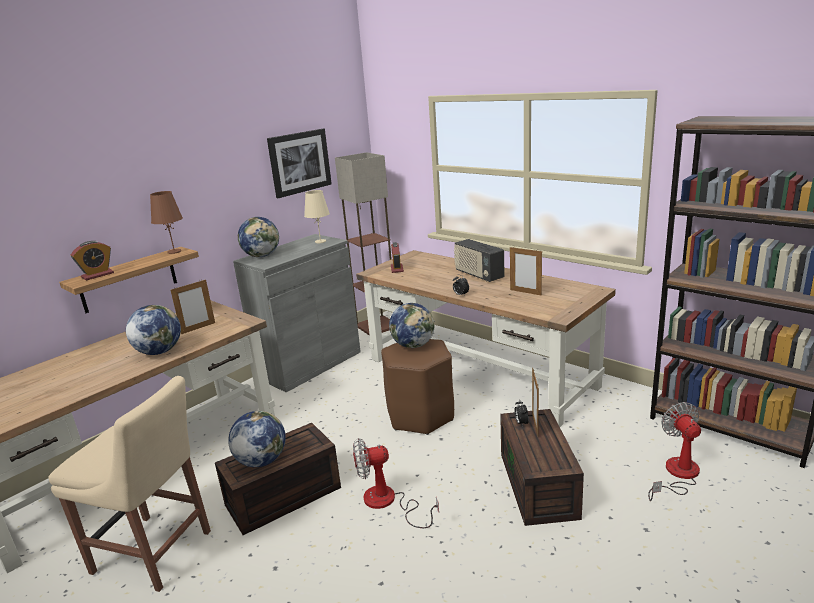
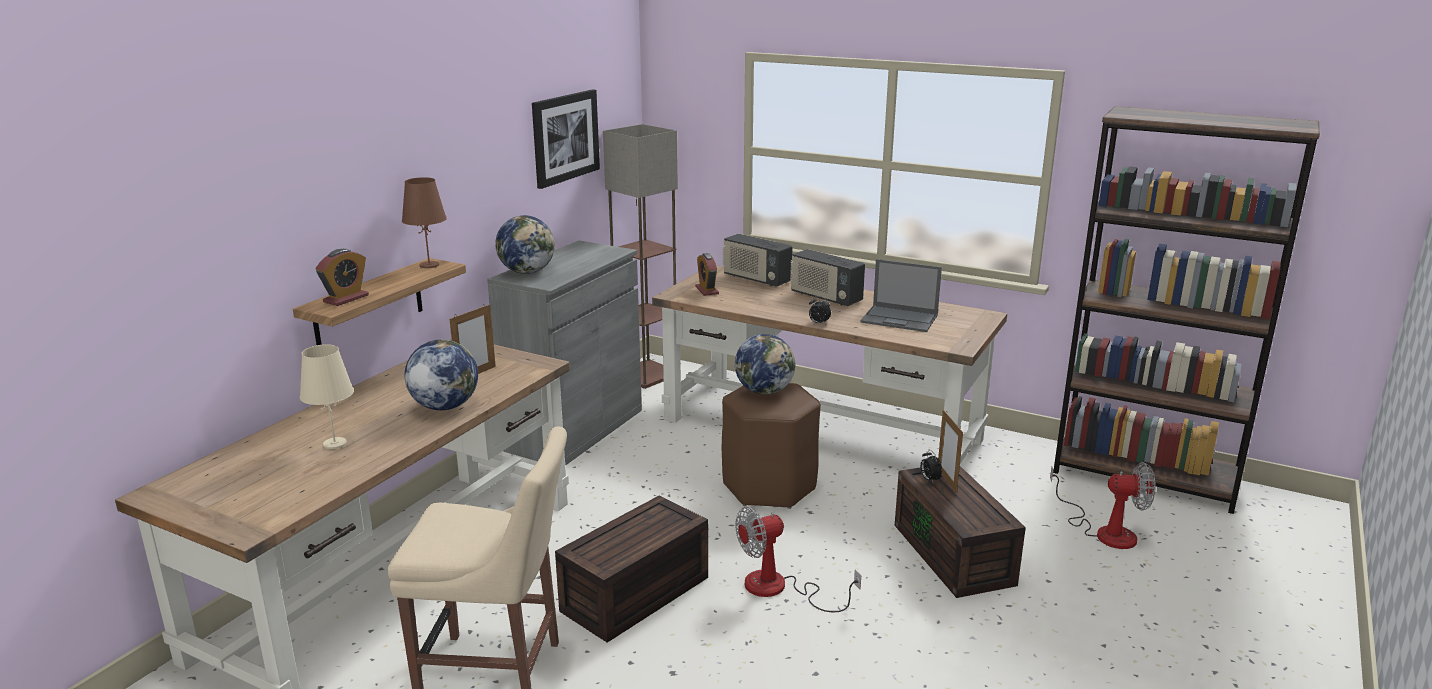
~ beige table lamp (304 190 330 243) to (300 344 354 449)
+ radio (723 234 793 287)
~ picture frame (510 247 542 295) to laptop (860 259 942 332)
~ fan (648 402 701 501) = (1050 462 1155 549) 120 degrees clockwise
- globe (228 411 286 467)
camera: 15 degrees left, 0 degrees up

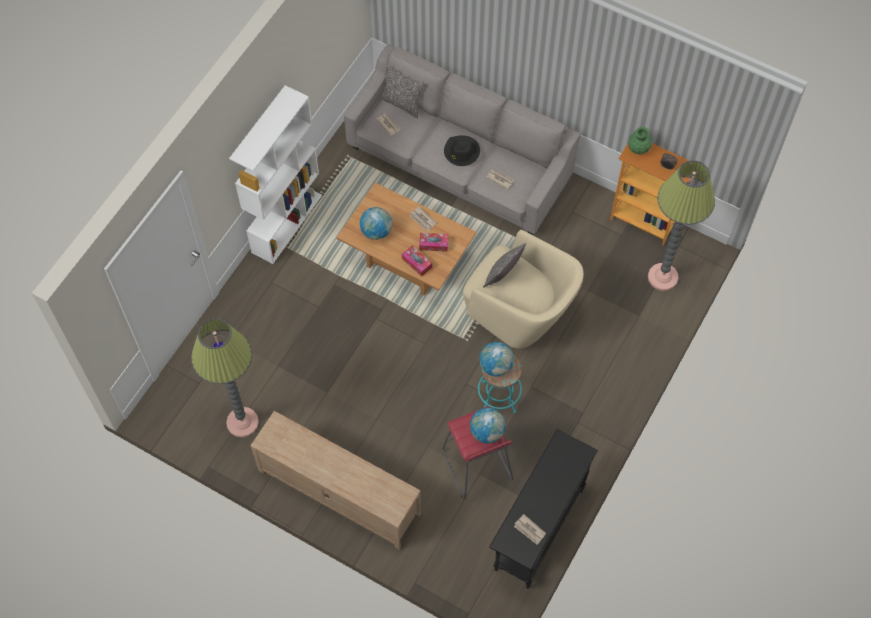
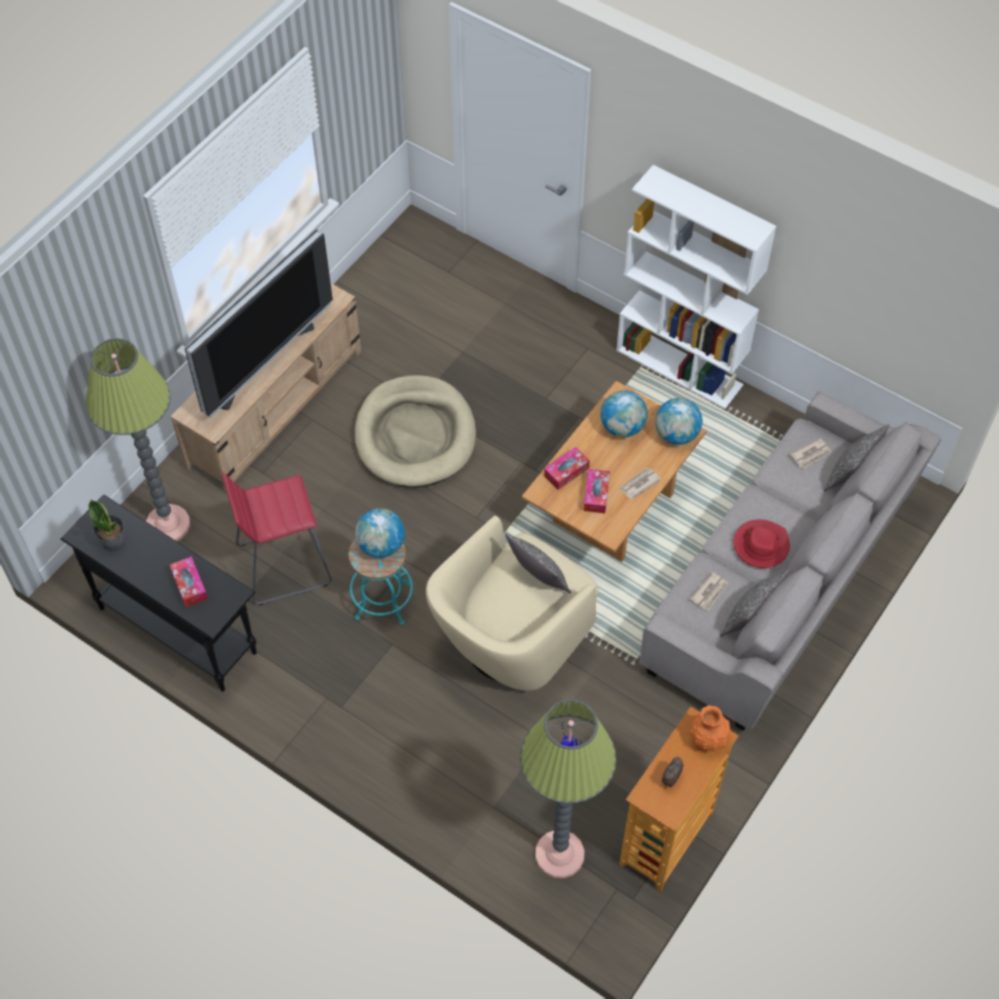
~ floor lamp (191 319 259 438) to (85 338 190 541)
~ newspaper (514 514 546 545) to potted plant (88 500 124 551)
+ tissue box (170 556 208 607)
+ television (185 230 333 418)
+ beige dog bed (355 375 476 487)
~ globe (470 408 506 443) to (655 398 703 445)
~ green vase (628 126 652 154) to orange vase (690 705 731 751)
+ pillow (720 569 790 637)
~ black hat (444 135 480 166) to red hat (733 519 790 568)
camera: 95 degrees right, 5 degrees down

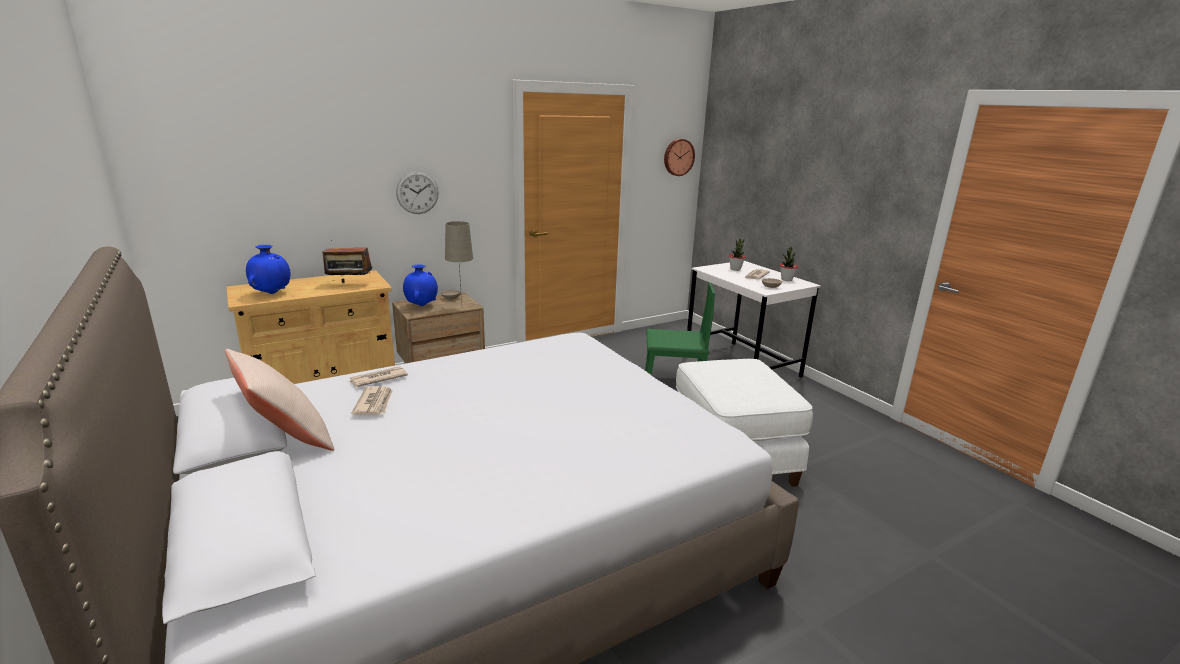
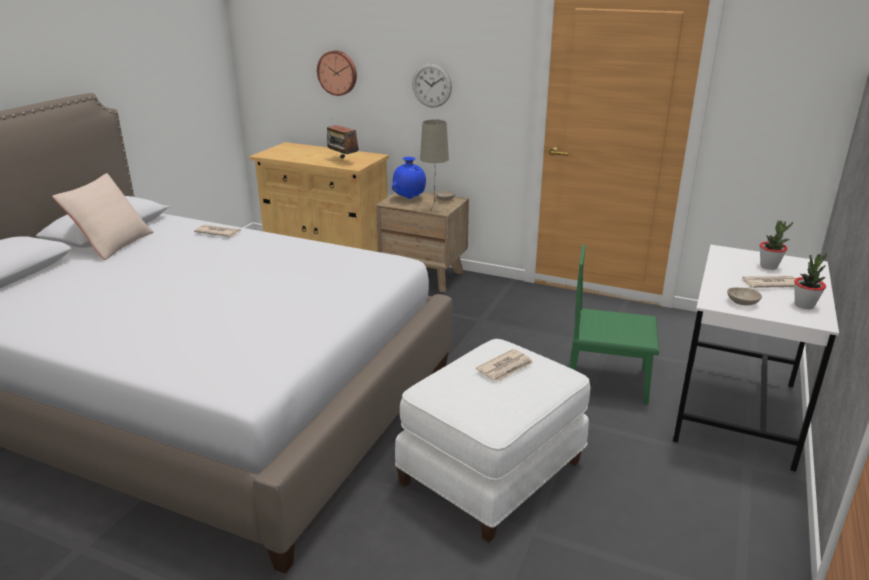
~ wall clock (664 139 695 176) to (317 51 357 96)
~ newspaper (351 386 393 415) to (476 349 533 382)
~ green chair (645 282 715 375) = (570 244 659 405) 135 degrees clockwise
- blue vase (246 245 290 294)
camera: 55 degrees right, 5 degrees up

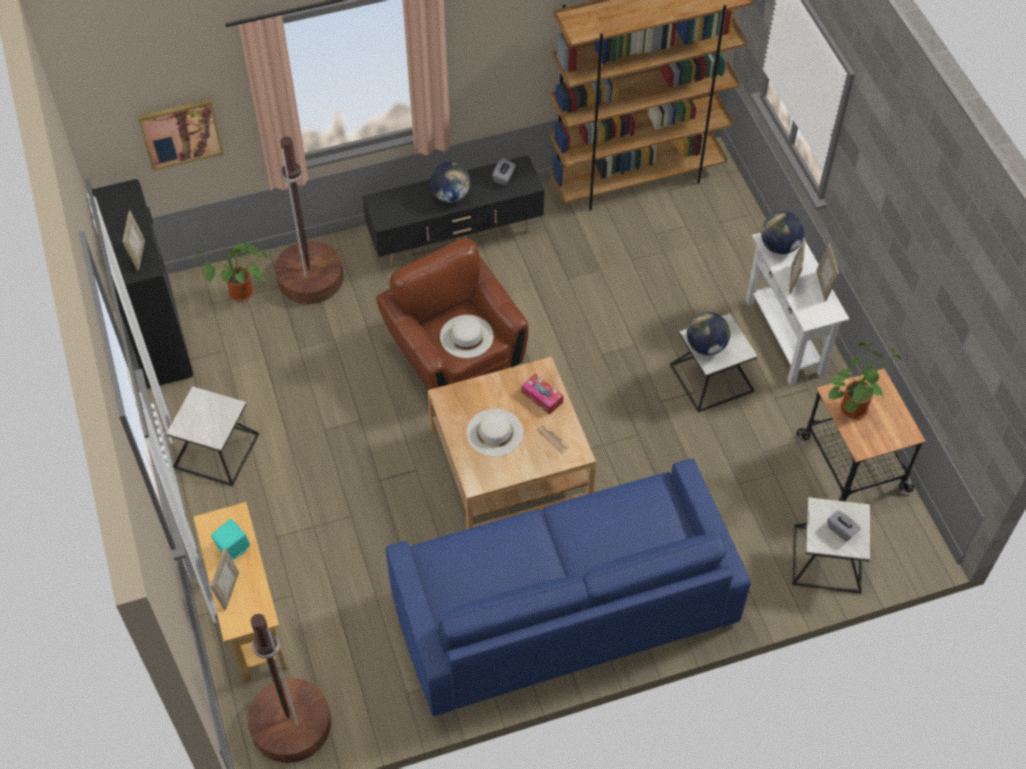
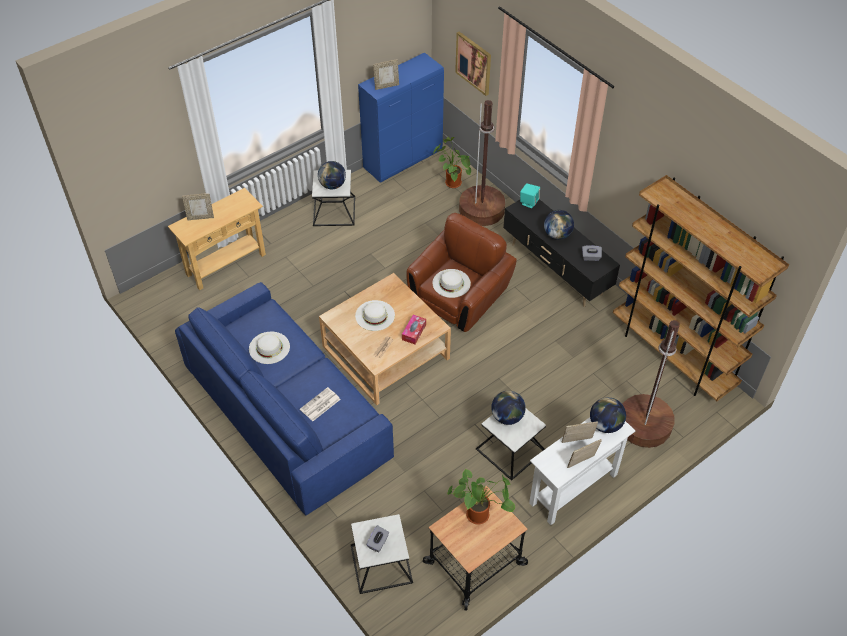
+ white hat (249 332 290 364)
+ newspaper (300 387 341 421)
+ globe (318 161 346 189)
~ black cabinet (92 179 193 389) to blue cabinet (358 52 444 183)
~ turquoise speaker (211 519 250 560) to (520 183 540 209)
~ brown floor lamp (247 614 331 763) to (622 320 680 448)
camera: 70 degrees right, 5 degrees down

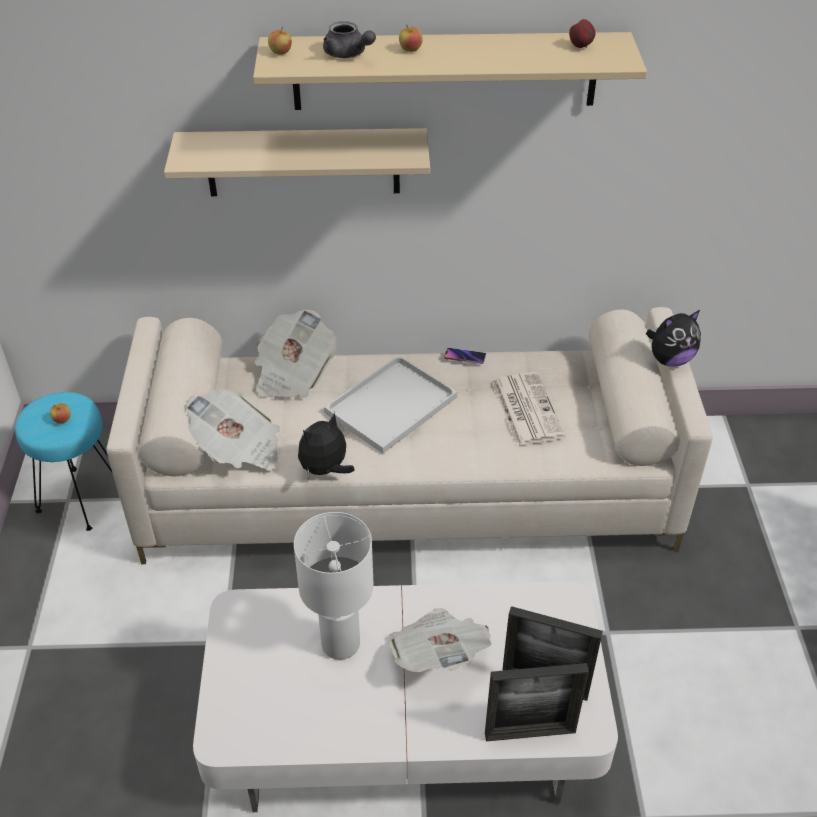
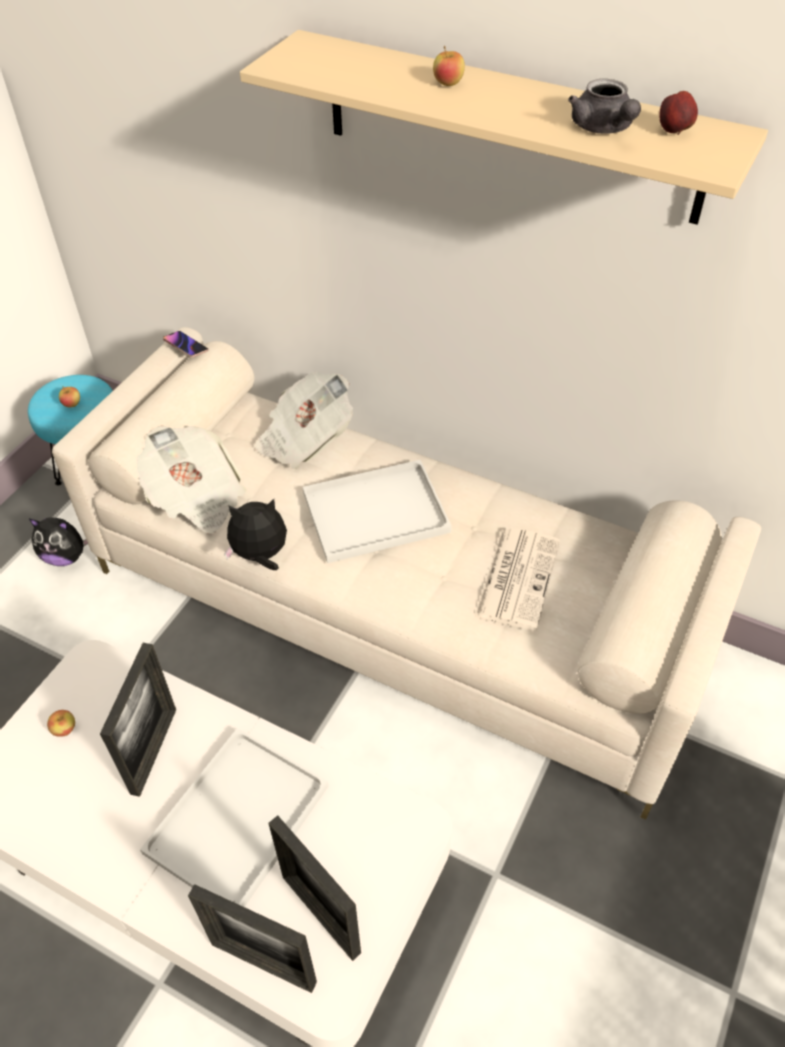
~ plush toy (646 310 701 367) to (28 518 88 566)
~ apple (268 26 292 55) to (47 710 75 737)
~ white table lamp (294 512 374 660) to picture frame (100 643 176 797)
~ newspaper (390 608 492 672) to white tray (140 728 329 907)
~ phone (444 348 486 364) to (163 331 208 357)
~ grey teapot (323 21 376 58) to (568 79 641 134)
- beige shelf (164 128 430 196)
camera: 30 degrees right, 5 degrees up

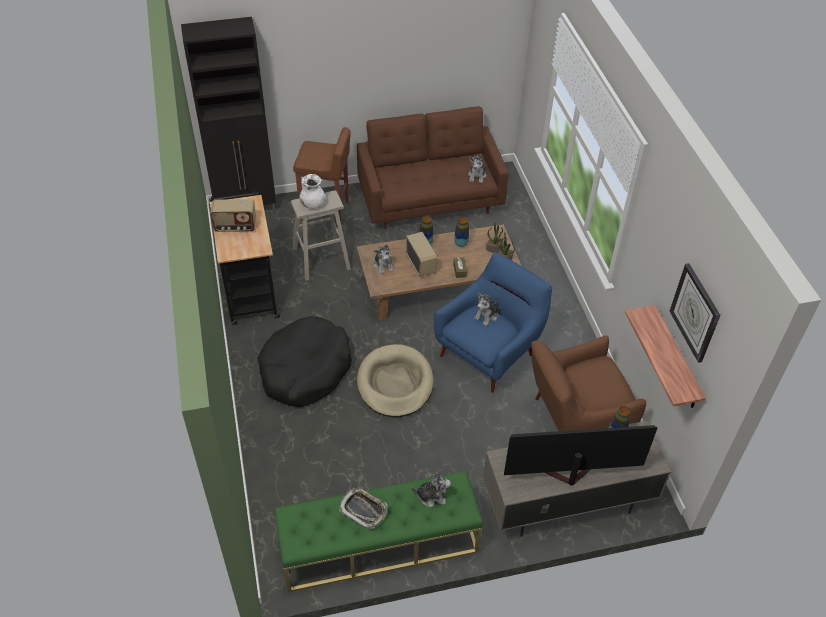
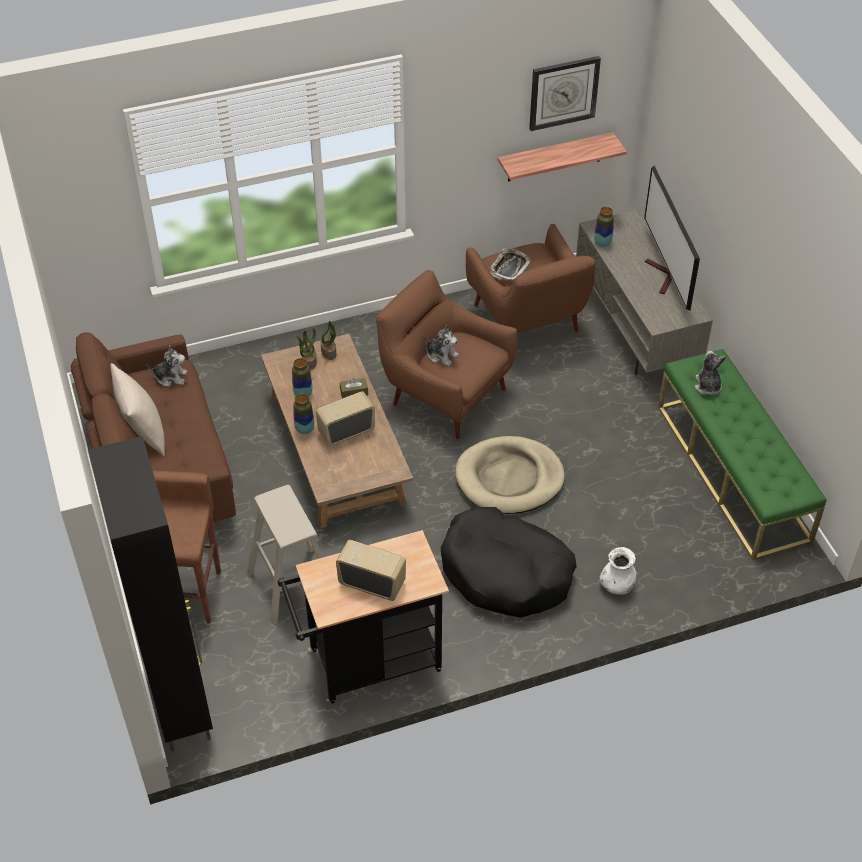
+ beige pillow (111 363 165 456)
~ radio (210 199 256 232) = (336 540 406 601) 60 degrees counterclockwise
~ blue armchair (434 252 552 393) to brown armchair (376 270 517 439)
~ tray (339 488 387 529) to (489 249 531 280)
~ white vase (299 174 326 209) to (600 547 636 595)
- plush toy (373 244 394 275)
camera: 95 degrees left, 0 degrees up

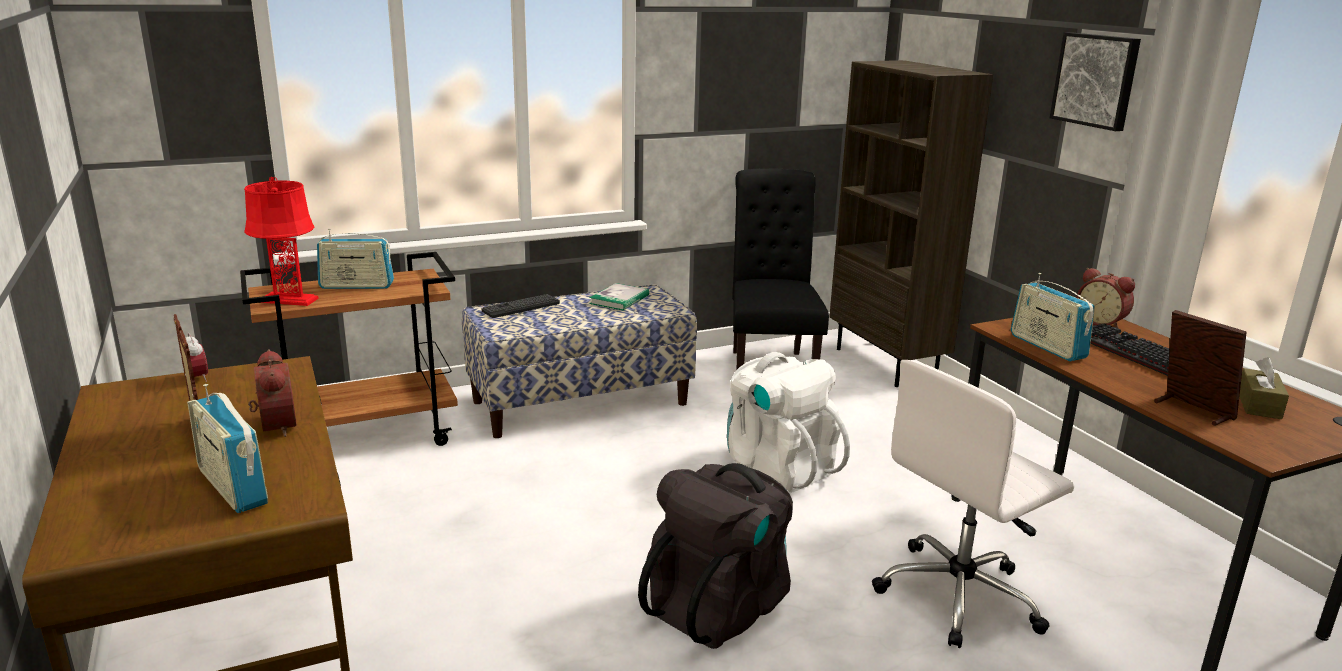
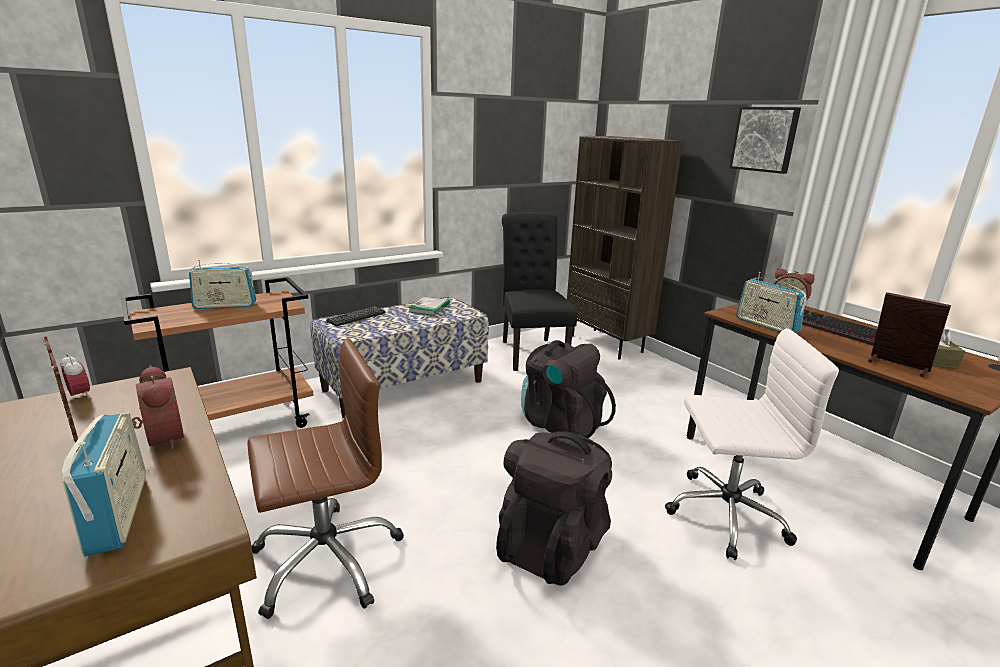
~ radio (187 384 268 513) = (62 412 146 557) 150 degrees counterclockwise
+ brown office chair (247 338 404 619)
~ white backpack (727 352 850 492) to black backpack (521 340 616 438)
~ white office chair (872 360 1074 648) = (665 328 839 560) 135 degrees counterclockwise
- red table lamp (244 177 319 306)
camera: 10 degrees left, 0 degrees up

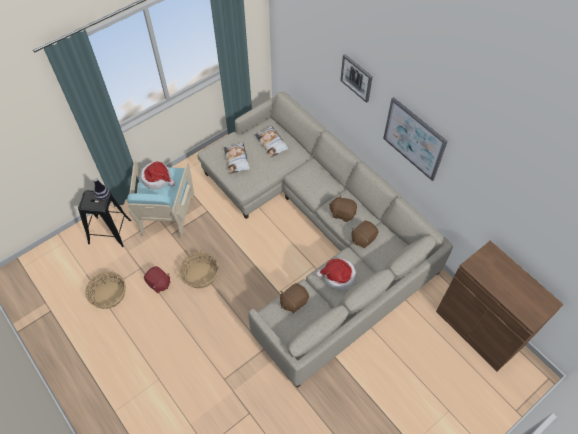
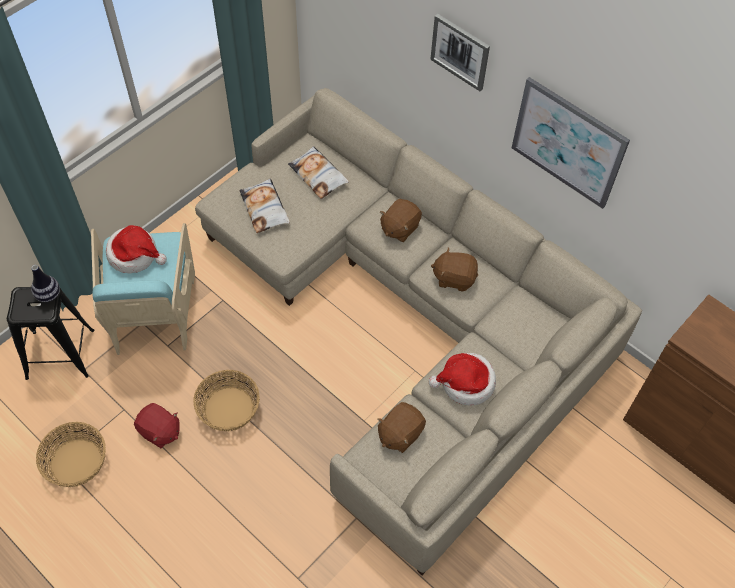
~ brown plush toy (351 220 378 249) to (380 199 422 242)
camera: 10 degrees left, 0 degrees up

